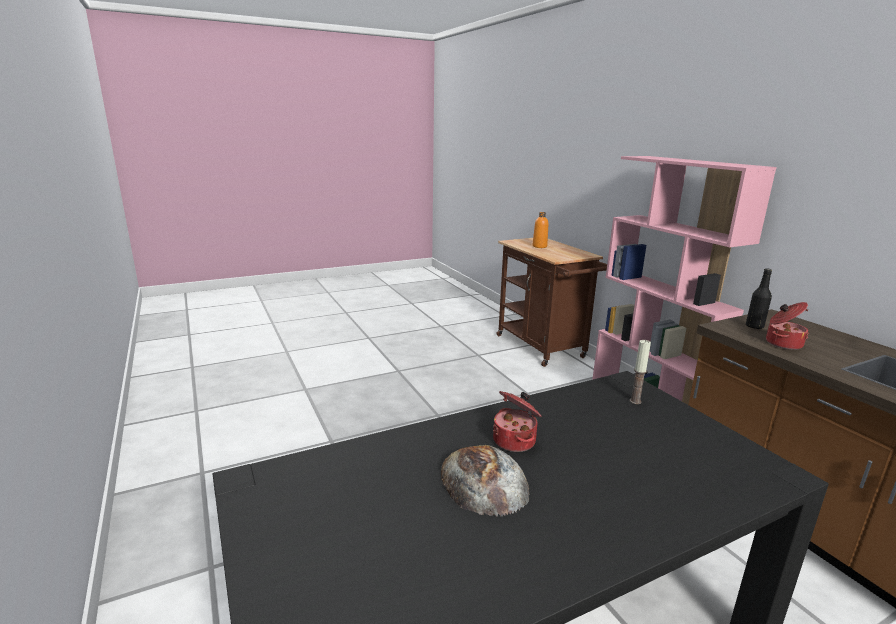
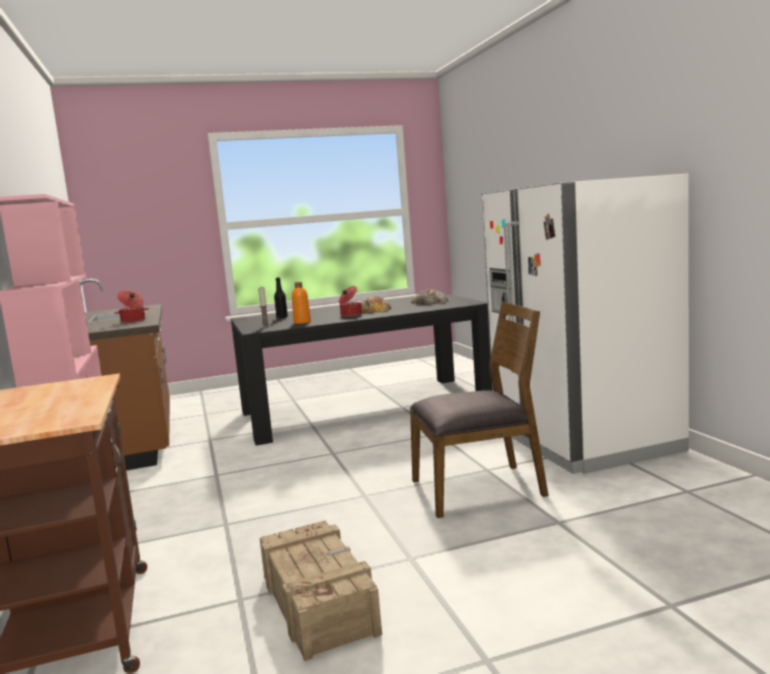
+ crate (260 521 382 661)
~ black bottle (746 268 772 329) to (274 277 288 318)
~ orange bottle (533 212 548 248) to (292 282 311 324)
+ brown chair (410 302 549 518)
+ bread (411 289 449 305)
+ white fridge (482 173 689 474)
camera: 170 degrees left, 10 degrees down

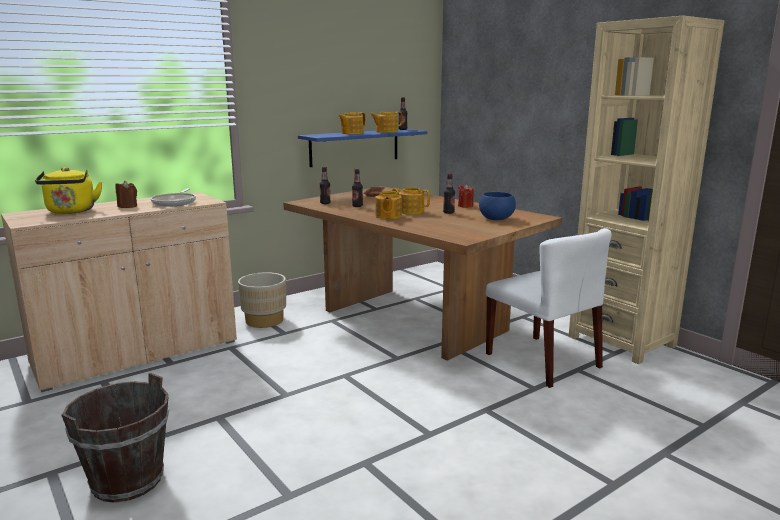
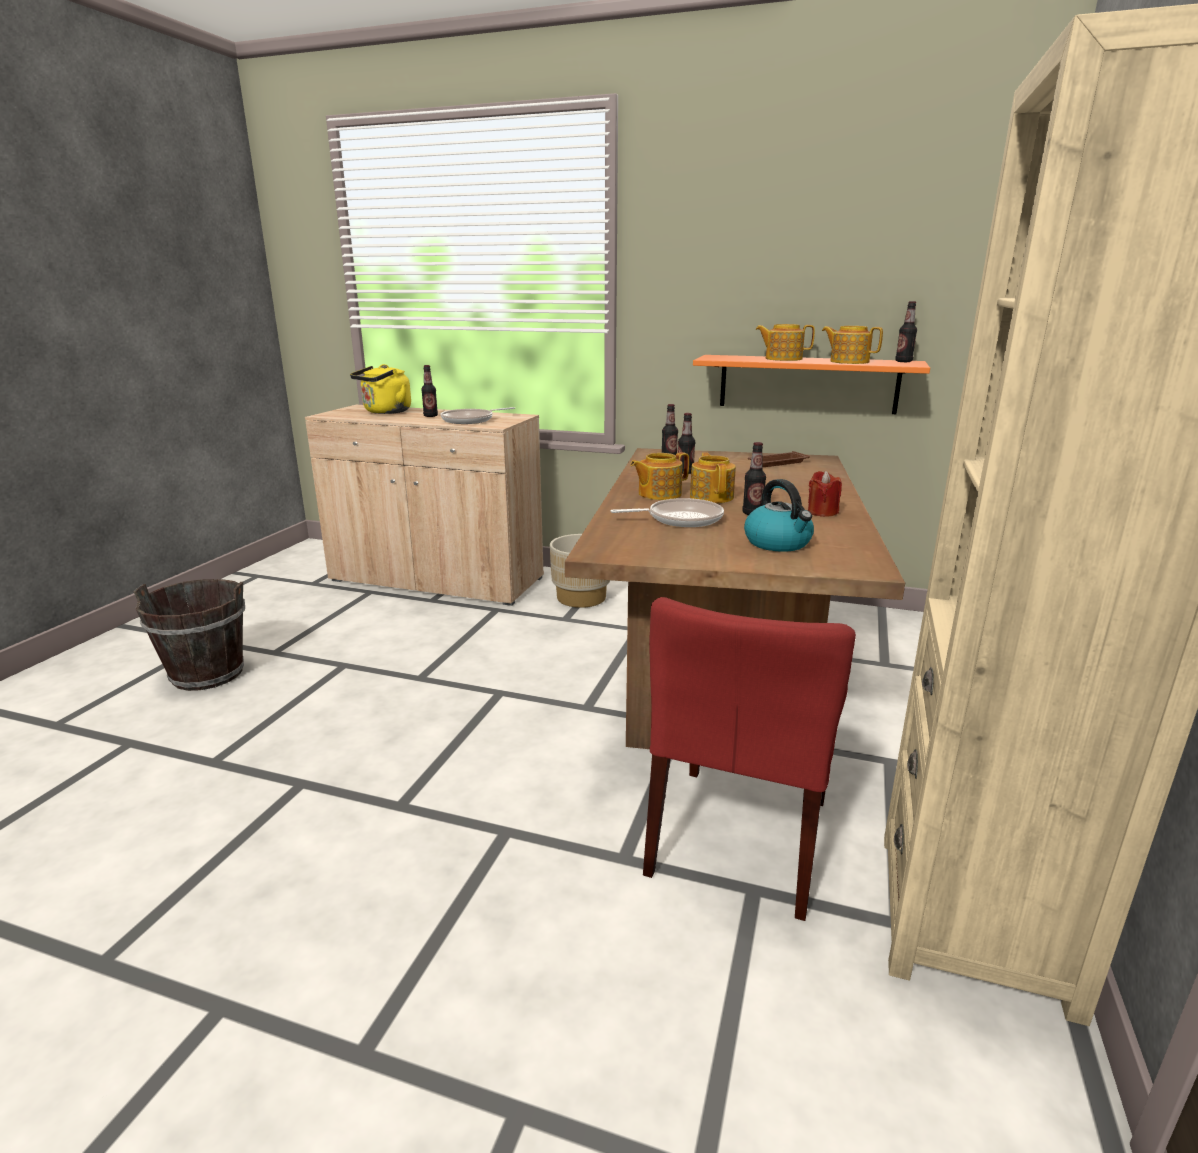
~ brown candle (115 181 137 208) to bottle (421 365 438 417)
+ frying pan (610 498 724 527)
~ white chair (486 228 612 388) to red chair (643 597 856 921)
~ blue shelf (298 129 427 167) to orange shelf (693 355 930 414)
~ blue bowl (479 192 516 220) to kettle (744 479 814 552)
camera: 55 degrees right, 5 degrees up

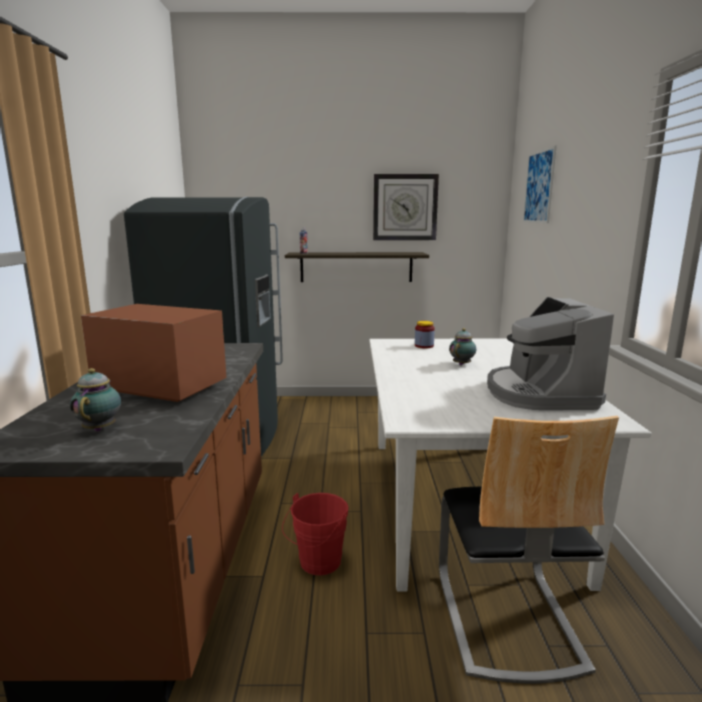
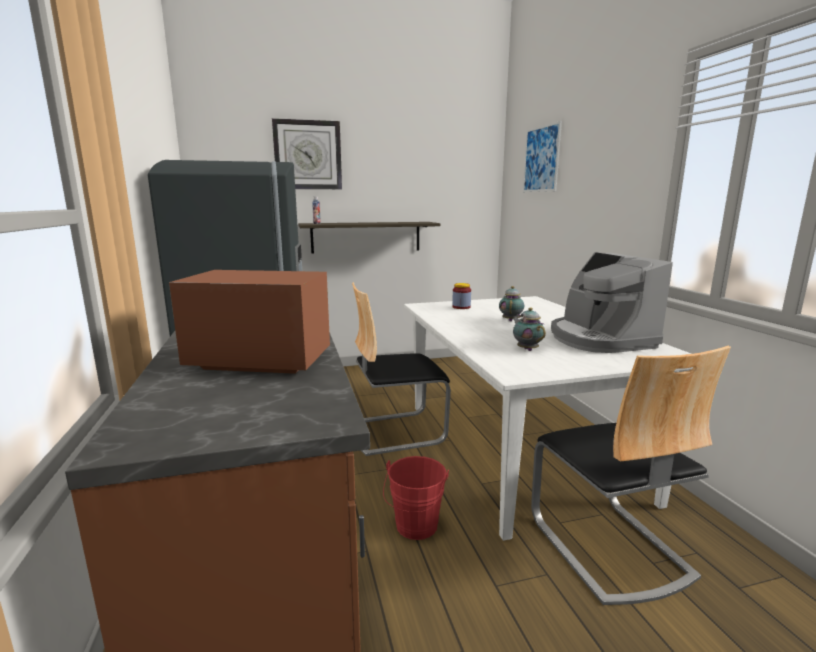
~ wall clock (373 174 439 240) to (272 118 342 189)
+ chair (352 282 451 456)
~ teapot (70 368 121 432) to (512 307 546 351)
camera: 15 degrees left, 0 degrees up

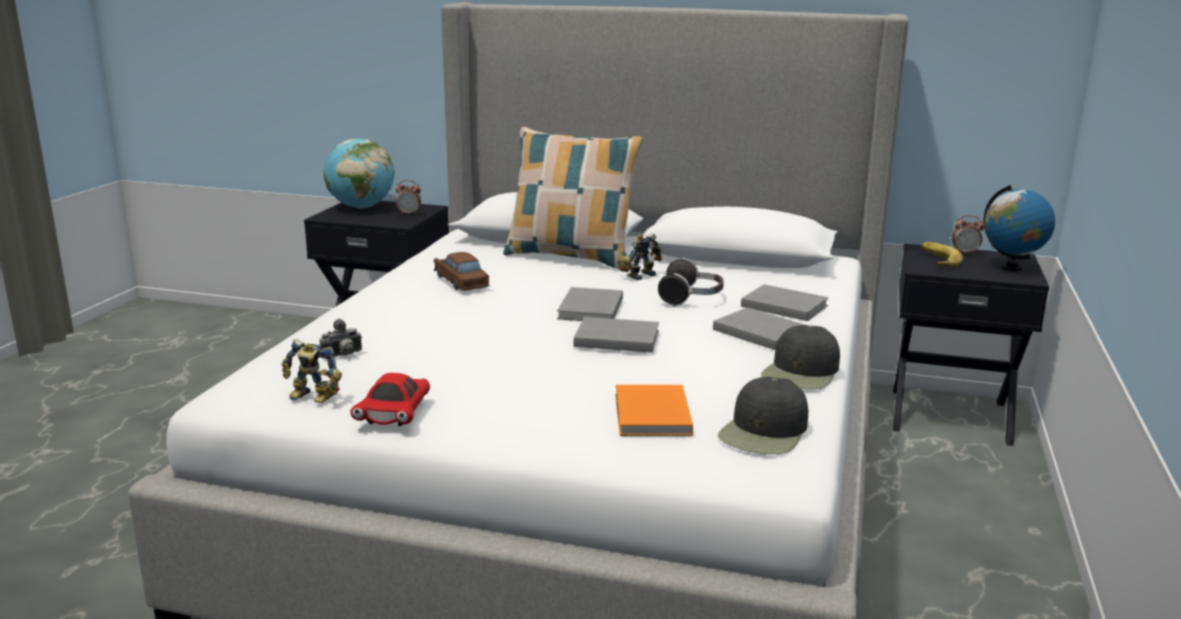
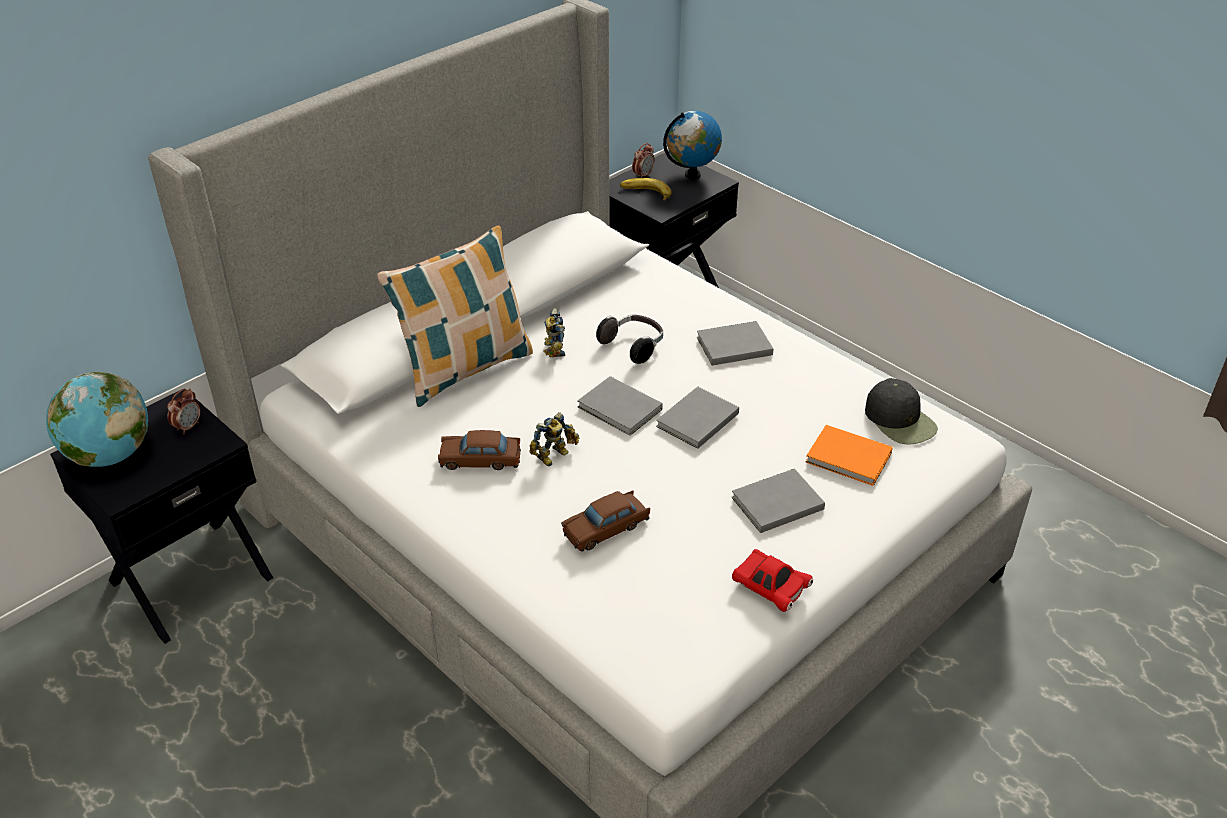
~ toy robot (281 339 342 403) to (529 412 579 467)
+ brown toy car (561 490 650 552)
~ grey book (741 284 829 321) to (731 468 825 533)
- photo camera (319 319 362 359)
- black cap (761 325 840 389)
camera: 60 degrees left, 20 degrees up

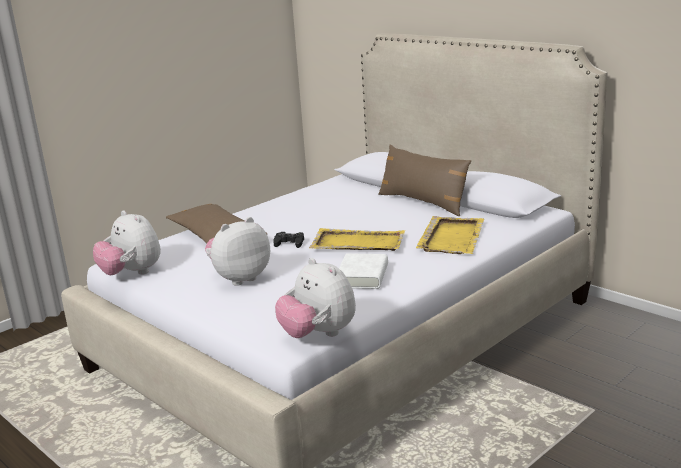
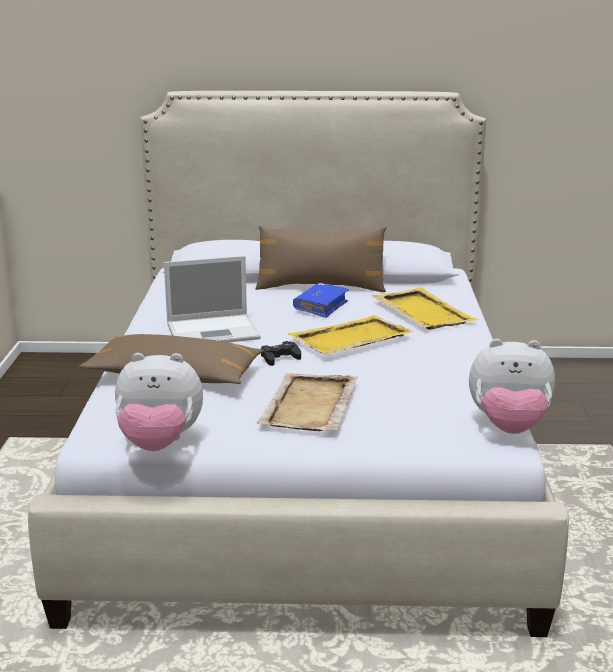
+ laptop (164 256 260 342)
~ plush toy (205 217 270 286) to beige tray (257 373 358 431)
+ blue book (293 283 349 318)
- white book (339 253 388 289)
camera: 45 degrees left, 0 degrees up

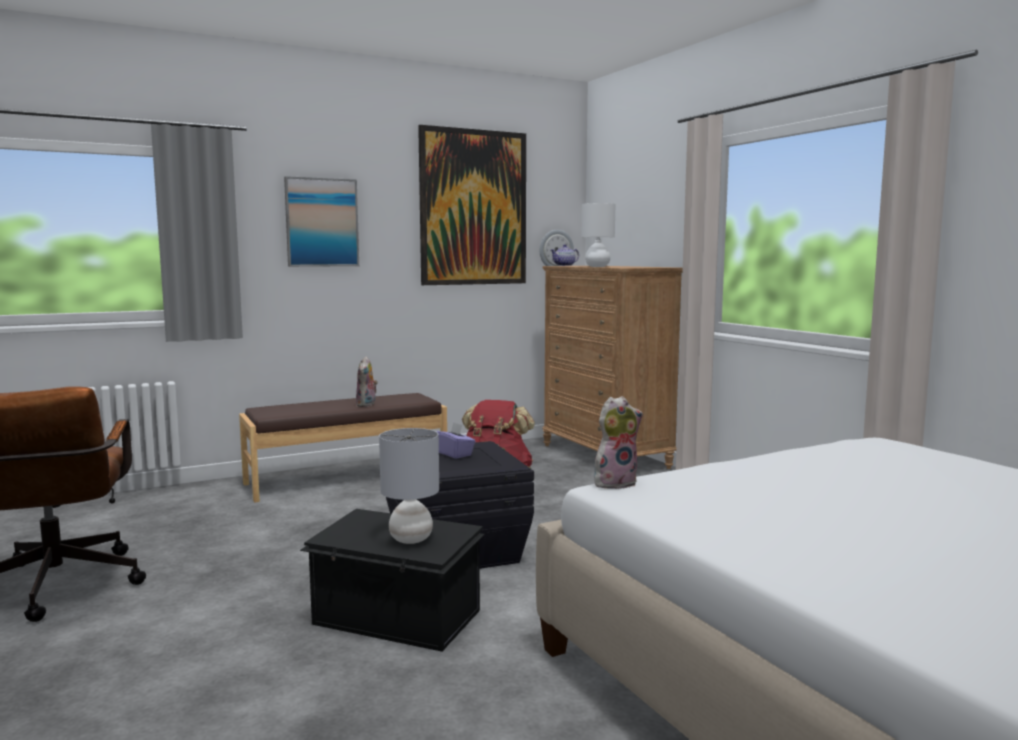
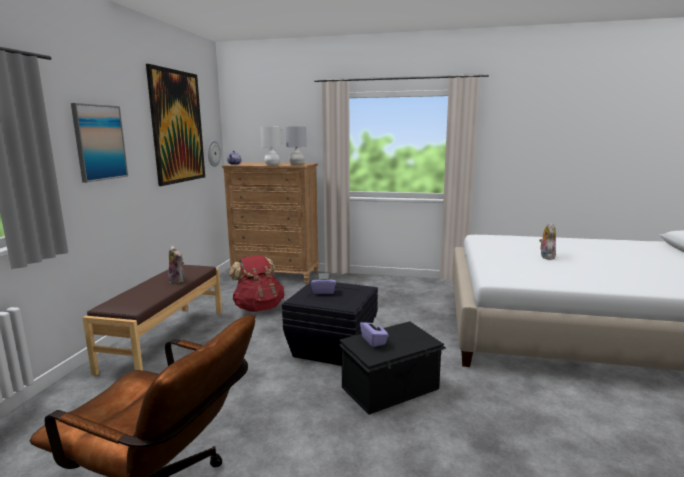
~ grey table lamp (379 428 439 544) to (286 126 307 165)
+ purple tissue box (360 318 389 347)
~ plush toy (594 396 643 489) to (539 222 556 260)
camera: 50 degrees left, 5 degrees up

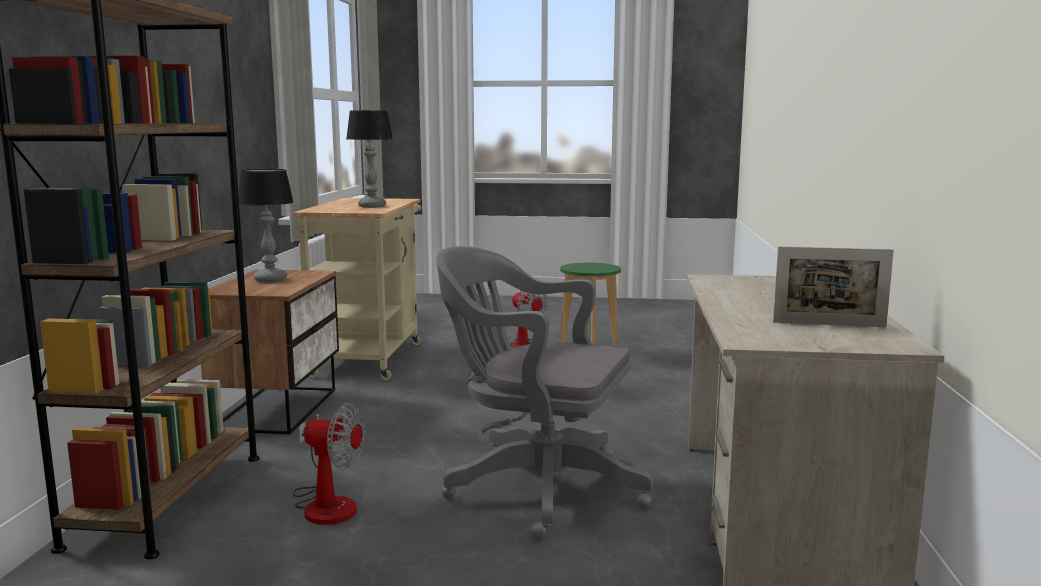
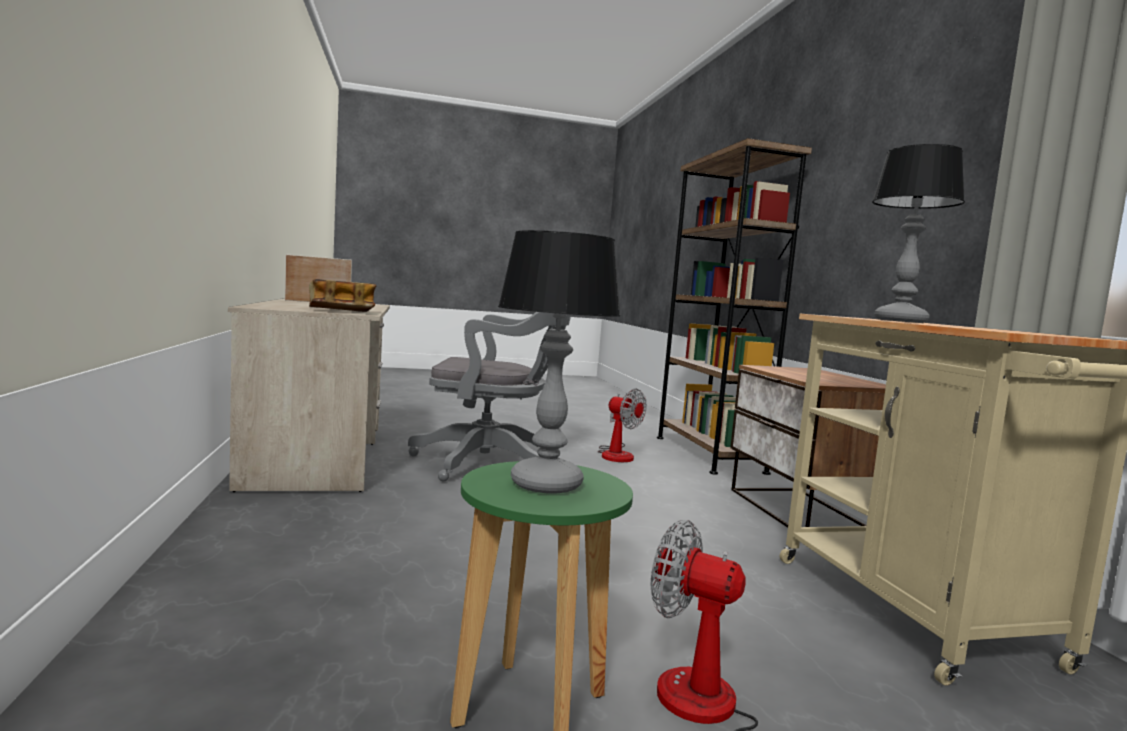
+ book (309 279 377 312)
~ table lamp (239 169 294 282) to (498 230 621 494)
~ fan (293 403 365 525) = (598 388 647 462) 135 degrees counterclockwise
camera: 160 degrees right, 5 degrees down

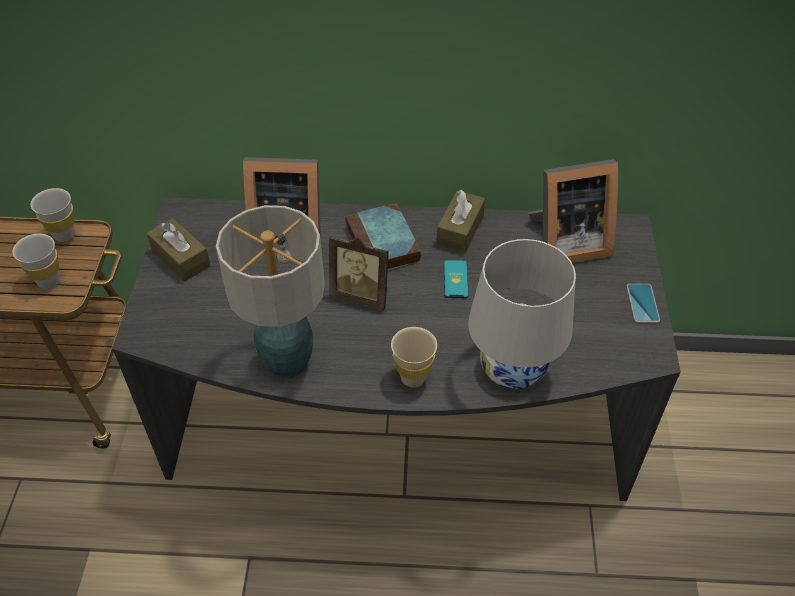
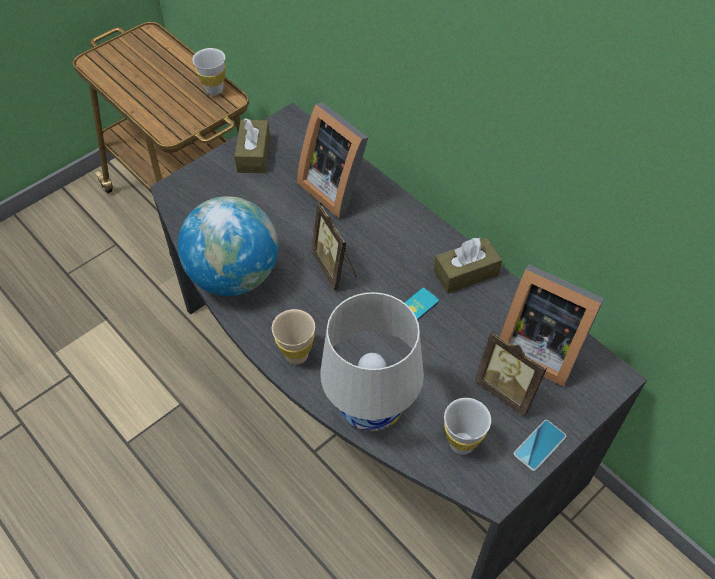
~ table lamp (216 205 325 379) to globe (178 196 278 296)
~ white cup (13 234 60 289) to (444 398 491 455)
+ picture frame (474 331 547 417)
- book (345 203 421 270)
camera: 45 degrees right, 5 degrees up

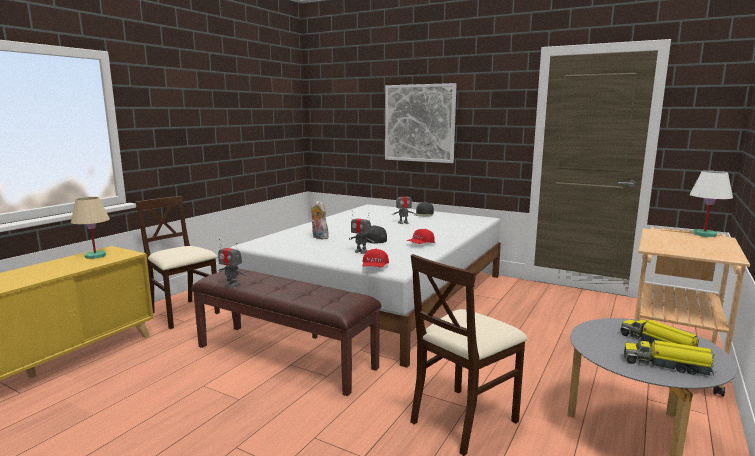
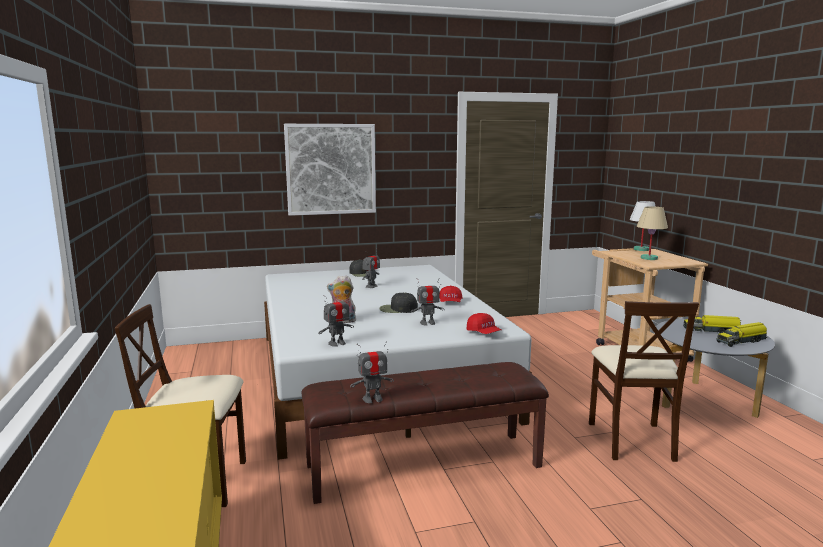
+ toy robot (318 293 354 347)
~ beige table lamp (71 197 110 259) to (637 206 668 260)
camera: 45 degrees left, 0 degrees up

